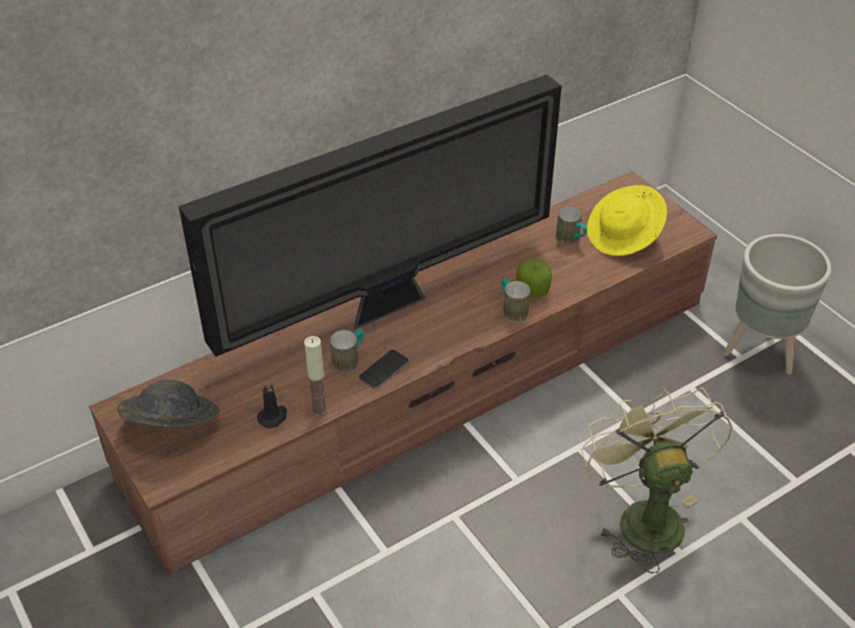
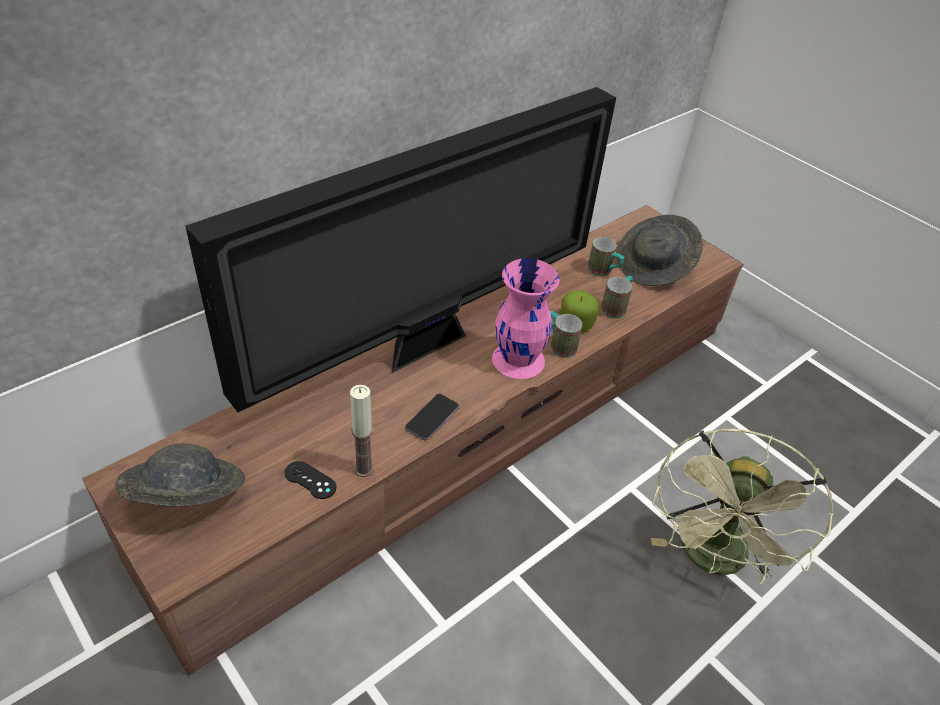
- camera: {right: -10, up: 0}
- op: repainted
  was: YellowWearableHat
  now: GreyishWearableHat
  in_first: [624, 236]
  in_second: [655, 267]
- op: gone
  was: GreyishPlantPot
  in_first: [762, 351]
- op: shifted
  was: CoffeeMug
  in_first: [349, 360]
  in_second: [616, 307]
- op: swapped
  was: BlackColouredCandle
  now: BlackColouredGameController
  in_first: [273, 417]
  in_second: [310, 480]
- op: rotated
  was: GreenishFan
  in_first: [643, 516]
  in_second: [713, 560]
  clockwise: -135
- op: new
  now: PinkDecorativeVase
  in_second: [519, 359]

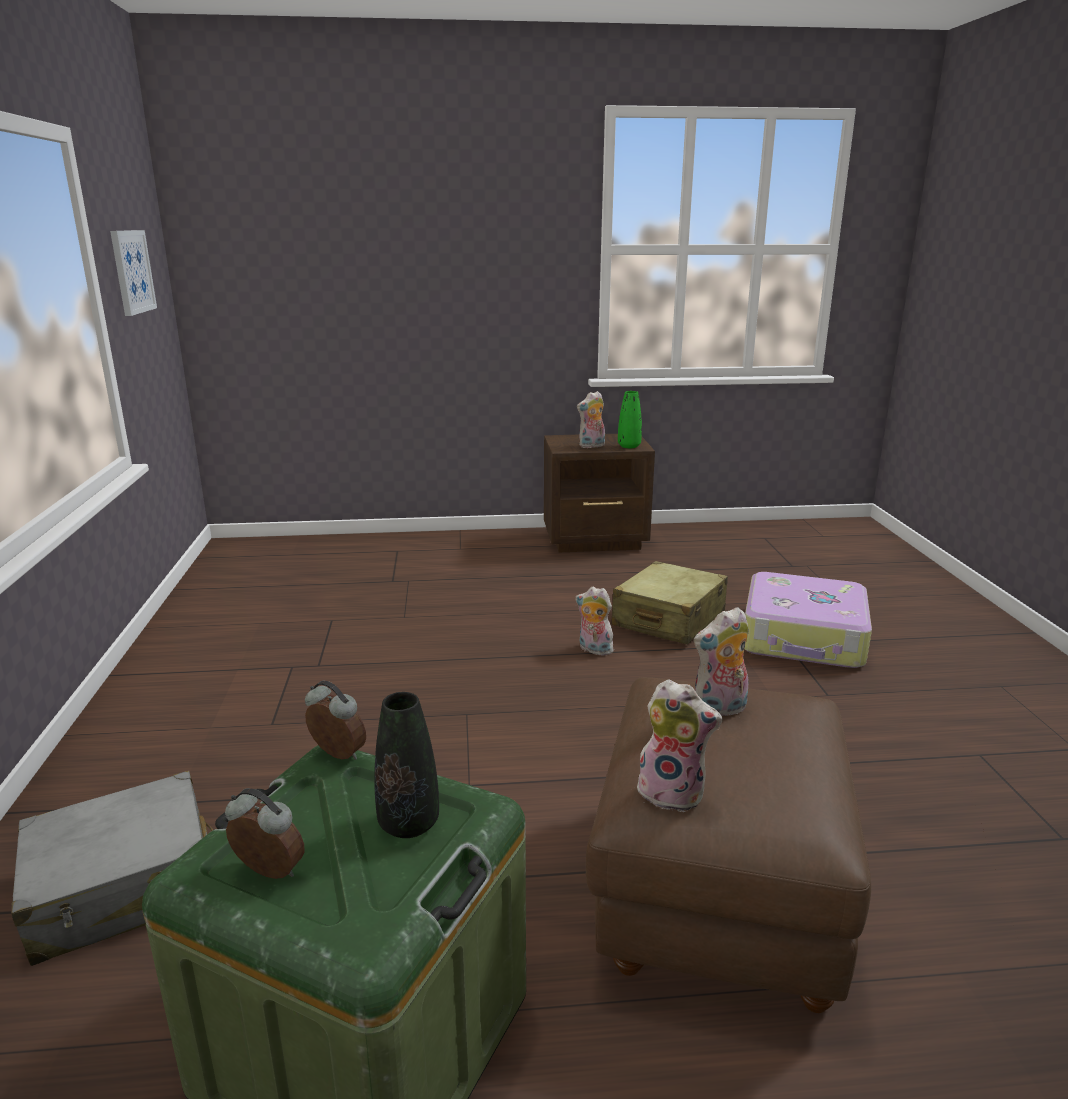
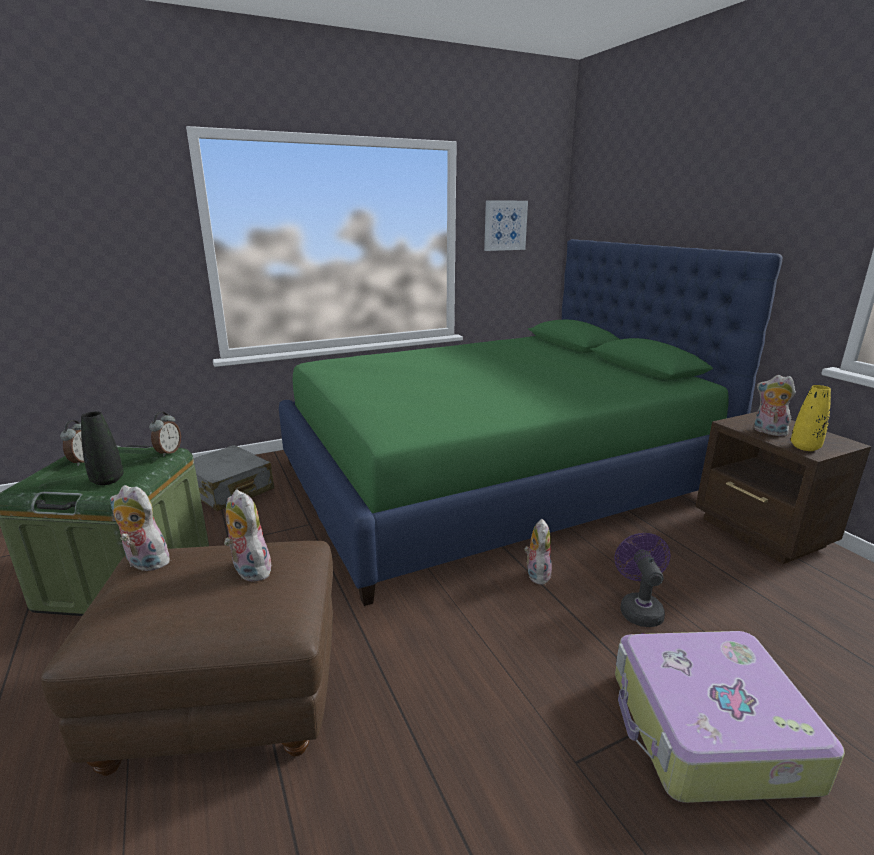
- camera: {right: 70, up: 0}
- op: repainted
  was: GreenishDecorativeVase
  now: YellowDecorativeVase
  in_first: [629, 446]
  in_second: [805, 447]
- op: swapped
  was: BeigeSuitcase
  now: PurpleFan
  in_first: [668, 619]
  in_second: [638, 608]
- op: rotated
  was: SoftToy
  in_first: [673, 792]
  in_second: [144, 563]
  clockwise: 105
- op: new
  now: GreenishBed
  in_second: [495, 479]

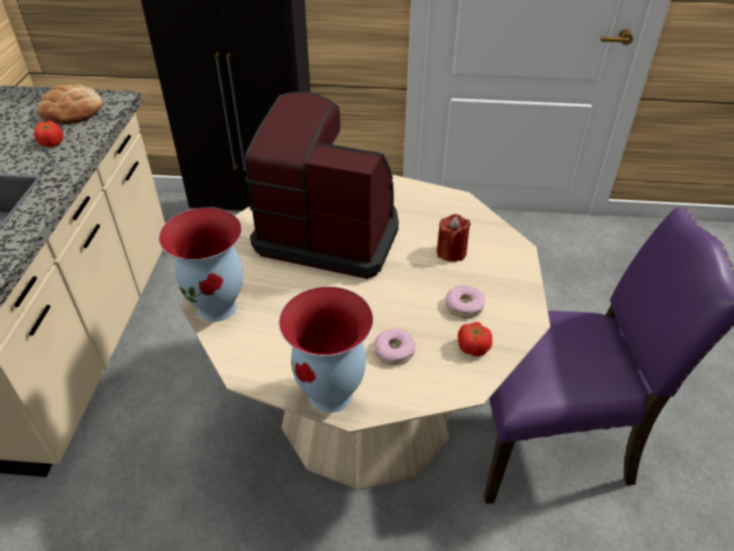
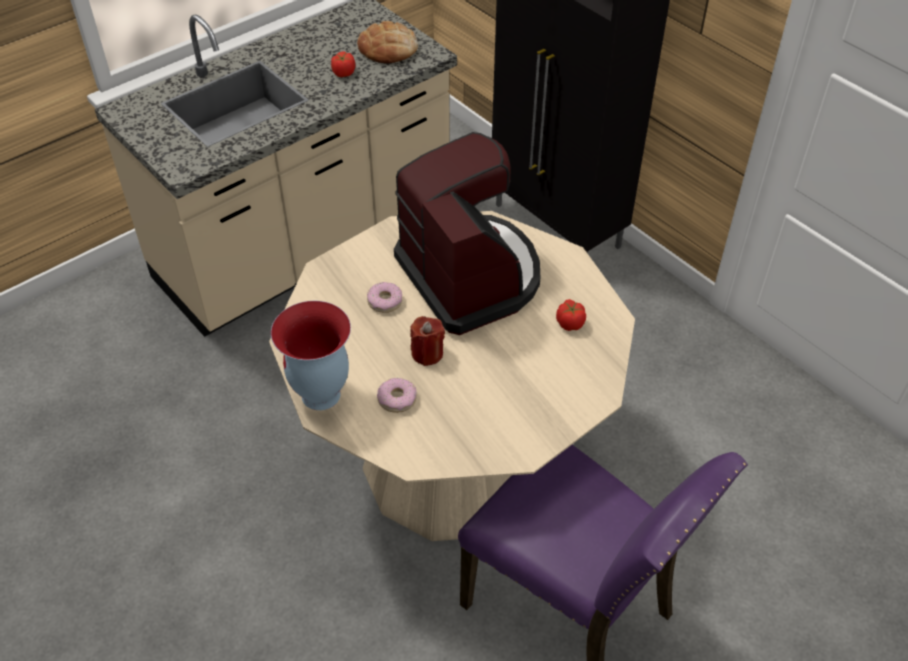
- camera: {right: 45, up: 5}
- op: gone
  was: DecorativeVase
  in_first: [218, 307]
- op: shifted
  was: RedCandle
  in_first: [451, 252]
  in_second: [427, 353]
- op: shifted
  was: RingDoughnut
  in_first: [464, 306]
  in_second: [384, 301]
- op: shifted
  was: Tomato
  in_first: [473, 347]
  in_second: [570, 323]

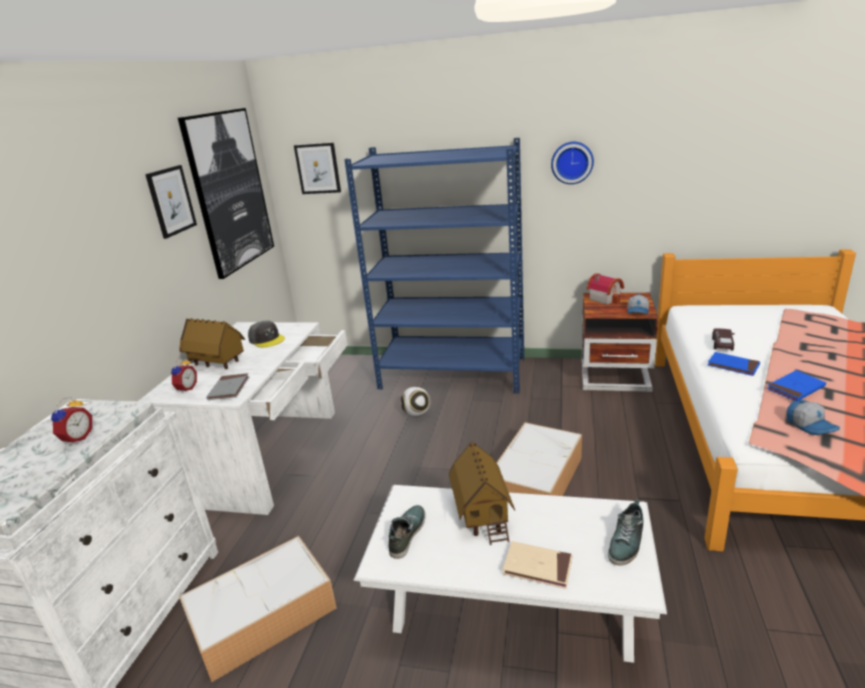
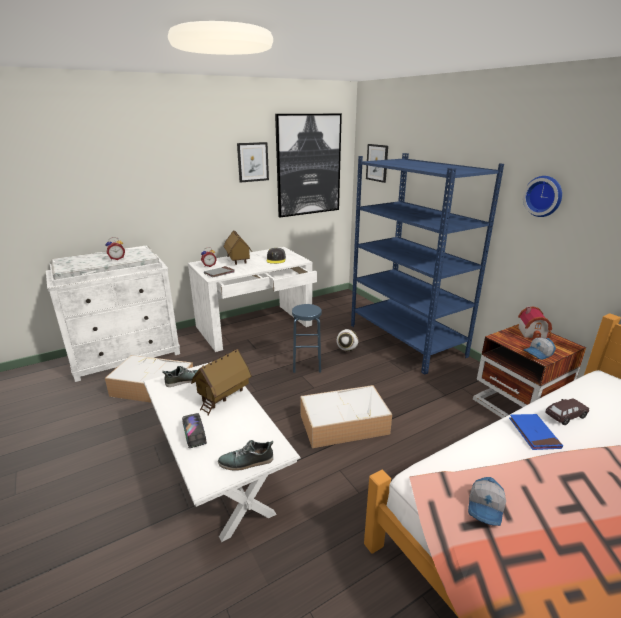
- camera: {right: 45, up: 0}
- op: gone
  was: BluishBoundBook
  in_first: [795, 388]
- op: swapped
  was: BeigeBoundBook
  now: ToyLorry
  in_first: [537, 567]
  in_second: [194, 434]
- op: new
  now: BluishStoolSeat
  in_second: [307, 365]

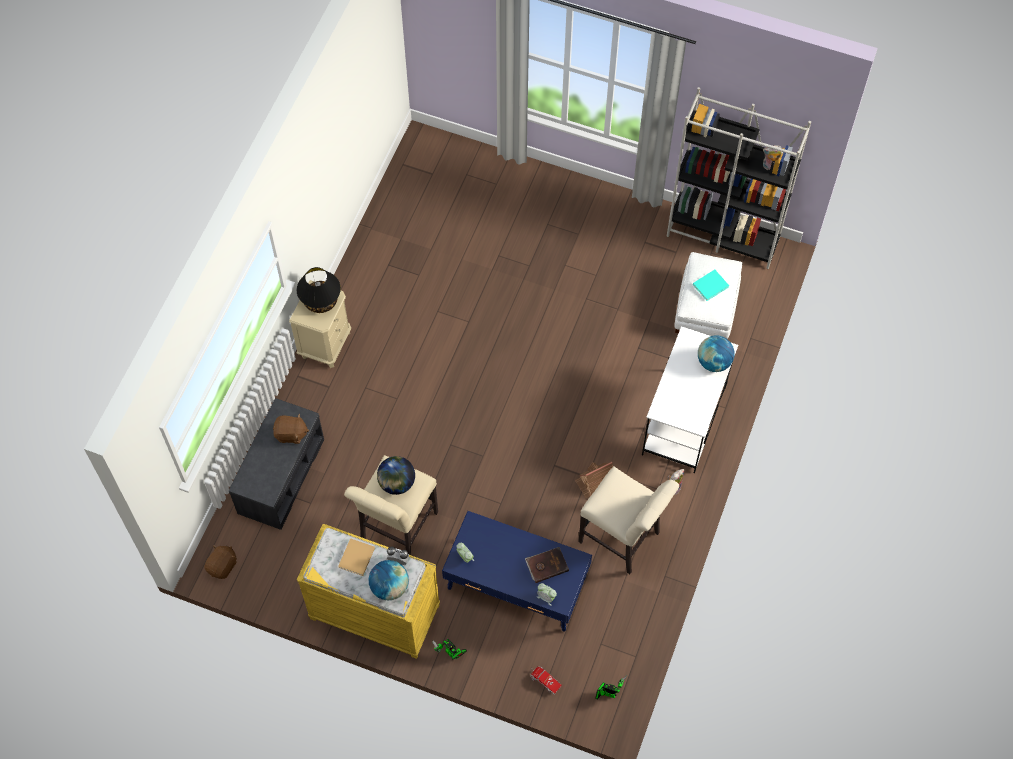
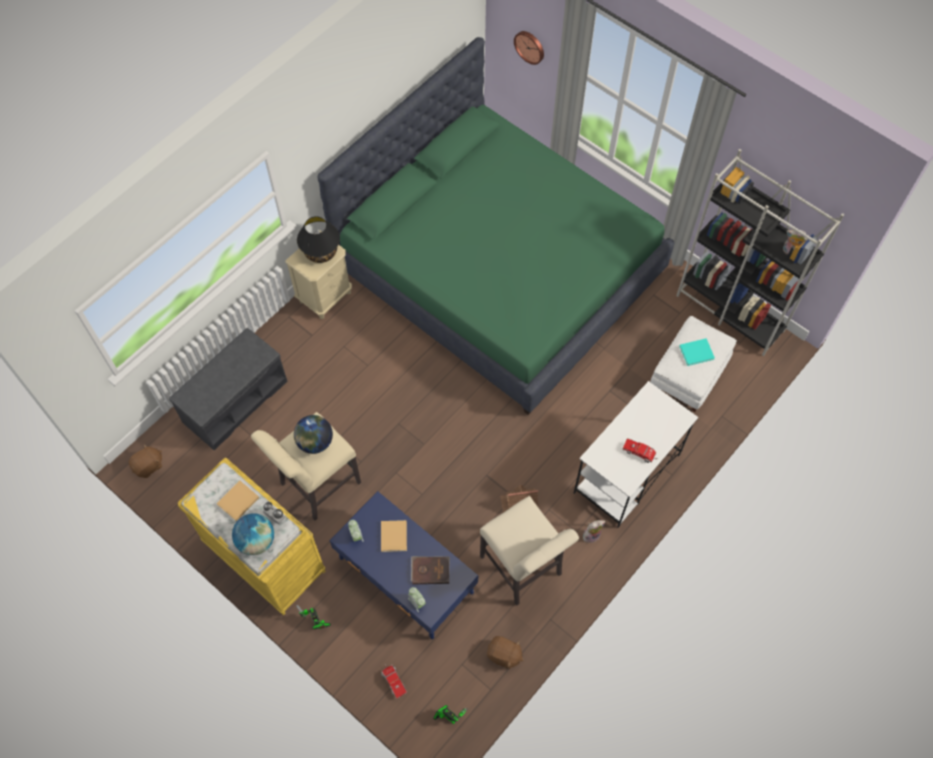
- camera: {right: 20, up: 0}
- op: gone
  was: WorldGlobe
  in_first: [714, 362]
- op: shifted
  was: BrownColouredSoftToy
  in_first: [291, 434]
  in_second: [504, 655]
- op: new
  now: WallClock
  in_second: [530, 46]
- op: new
  now: GreenishBed
  in_second: [499, 268]
- op: new
  now: ToyLorry
  in_second: [640, 453]
- op: new
  now: BeigeBoundBook
  in_second: [393, 535]

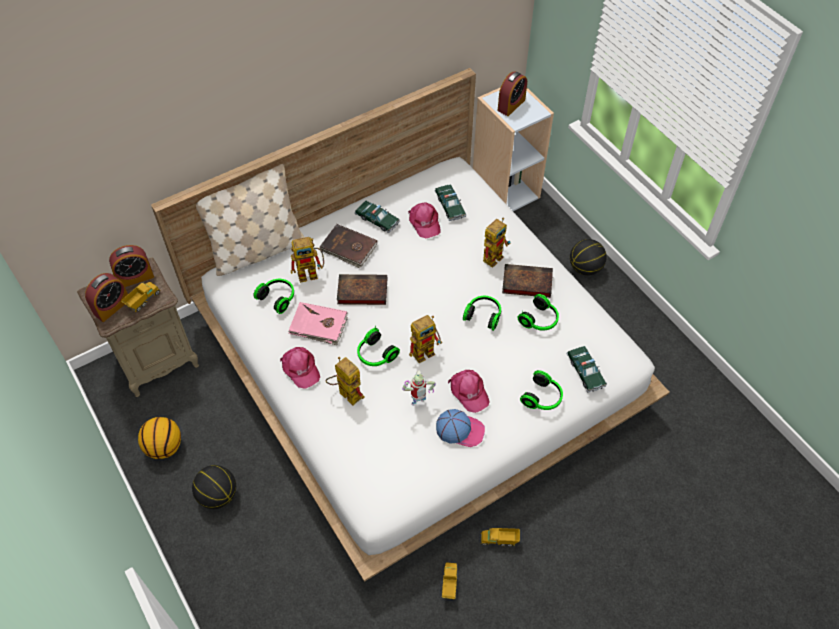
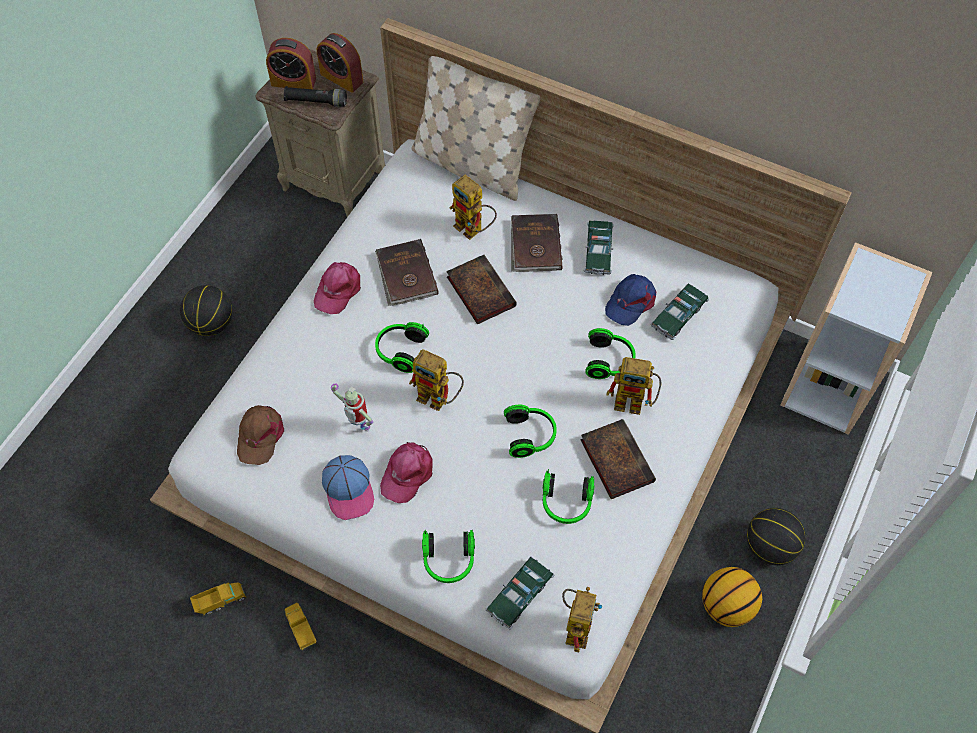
- camera: {right: 60, up: 5}
- op: gone
  was: BedsideClock
  in_first: [511, 105]
- op: repainted
  was: PinkPeakedCap
  now: BluishPeakedCap
  in_first: [424, 222]
  in_second: [631, 301]
- op: shifted
  was: Headset
  in_first: [278, 298]
  in_second: [609, 361]
- op: swapped
  was: ToyLorry
  now: BlackColouredHandTorch
  in_first: [143, 301]
  in_second: [316, 102]
- op: repainted
  was: PinkBoundBook
  now: BrownColouredBoundBook
  in_first: [318, 325]
  in_second: [406, 275]
- op: shifted
  was: RobotFigure
  in_first: [345, 393]
  in_second: [576, 624]
- op: shifted
  was: BallForBasketball
  in_first: [164, 447]
  in_second: [726, 606]
- op: new
  now: BrownColouredPeakedCap
  in_second: [260, 435]

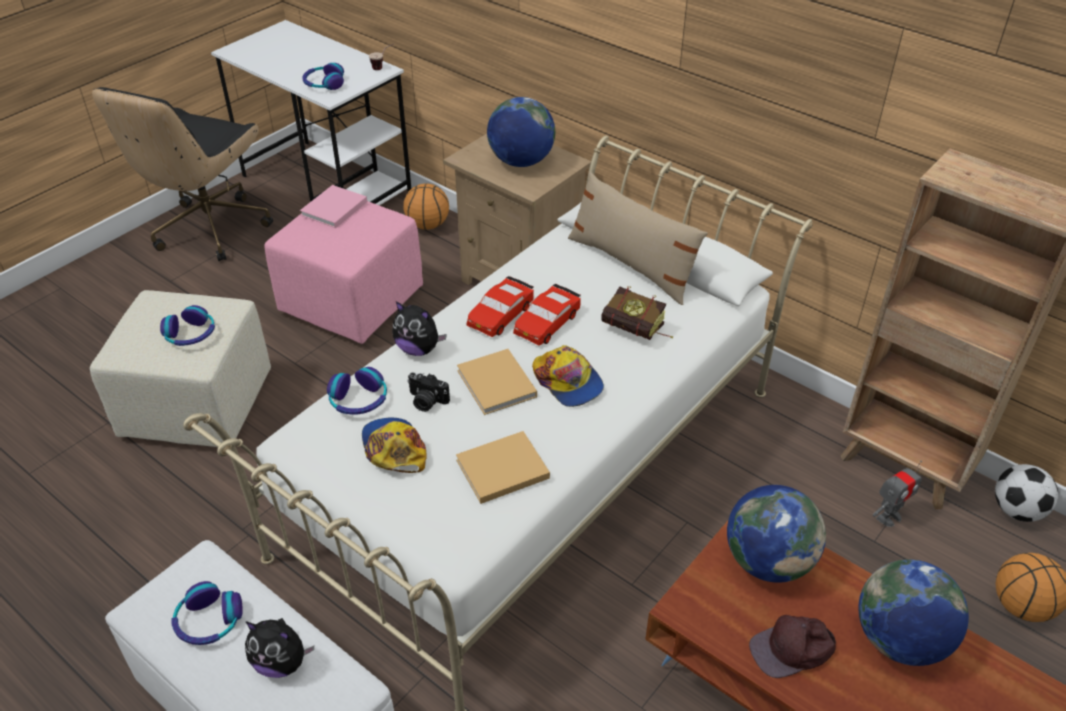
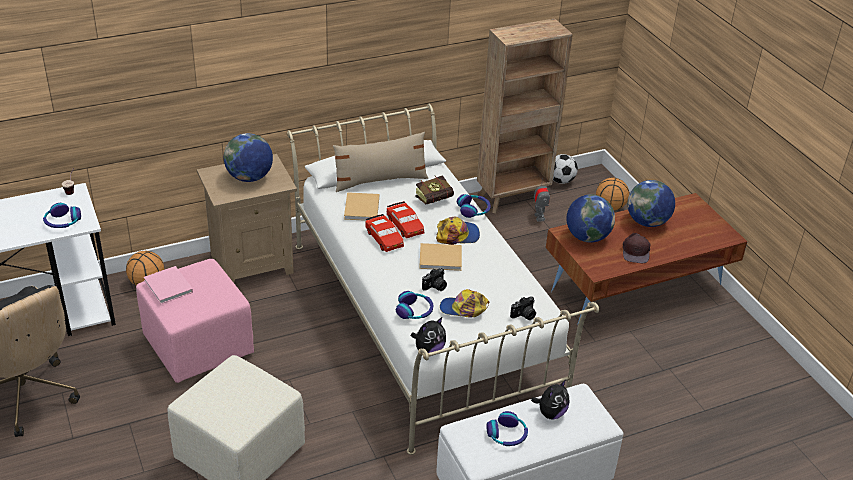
- camera: {right: -65, up: -5}
- op: shifted
  was: SoftToy
  in_first: [418, 349]
  in_second: [428, 350]
- op: shifted
  was: Headset
  in_first: [190, 334]
  in_second: [473, 210]
- op: shifted
  was: BeigeBoundBook
  in_first: [500, 470]
  in_second: [361, 209]
- op: new
  now: StillCamera
  in_second: [524, 315]

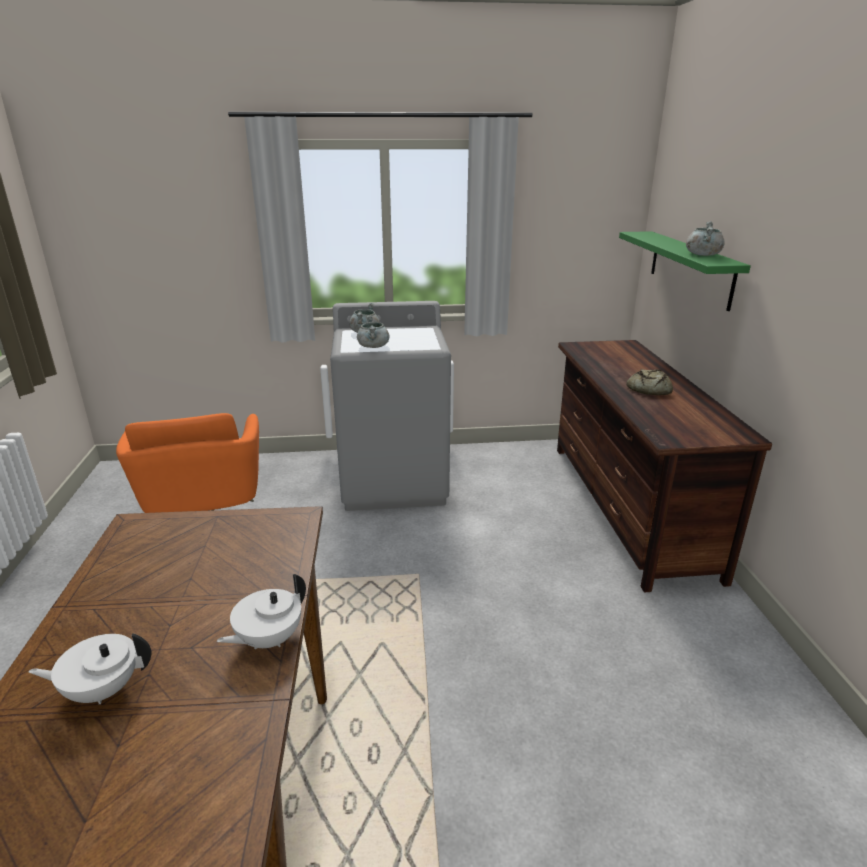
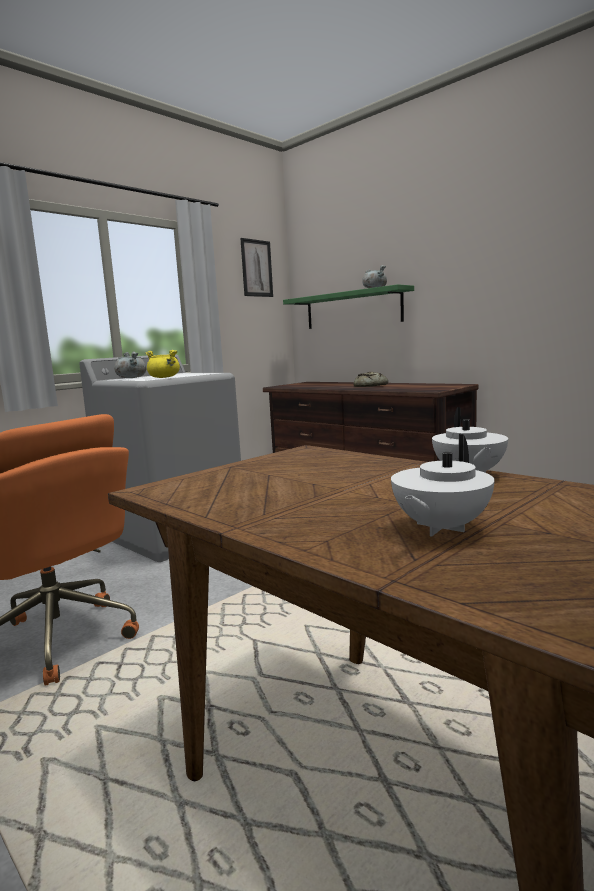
- camera: {right: -40, up: -15}
- op: repainted
  was: GreyishCookingPot
  now: YellowCookingPot
  in_first: [373, 346]
  in_second: [164, 377]
- op: new
  now: WallArt
  in_second: [256, 268]

